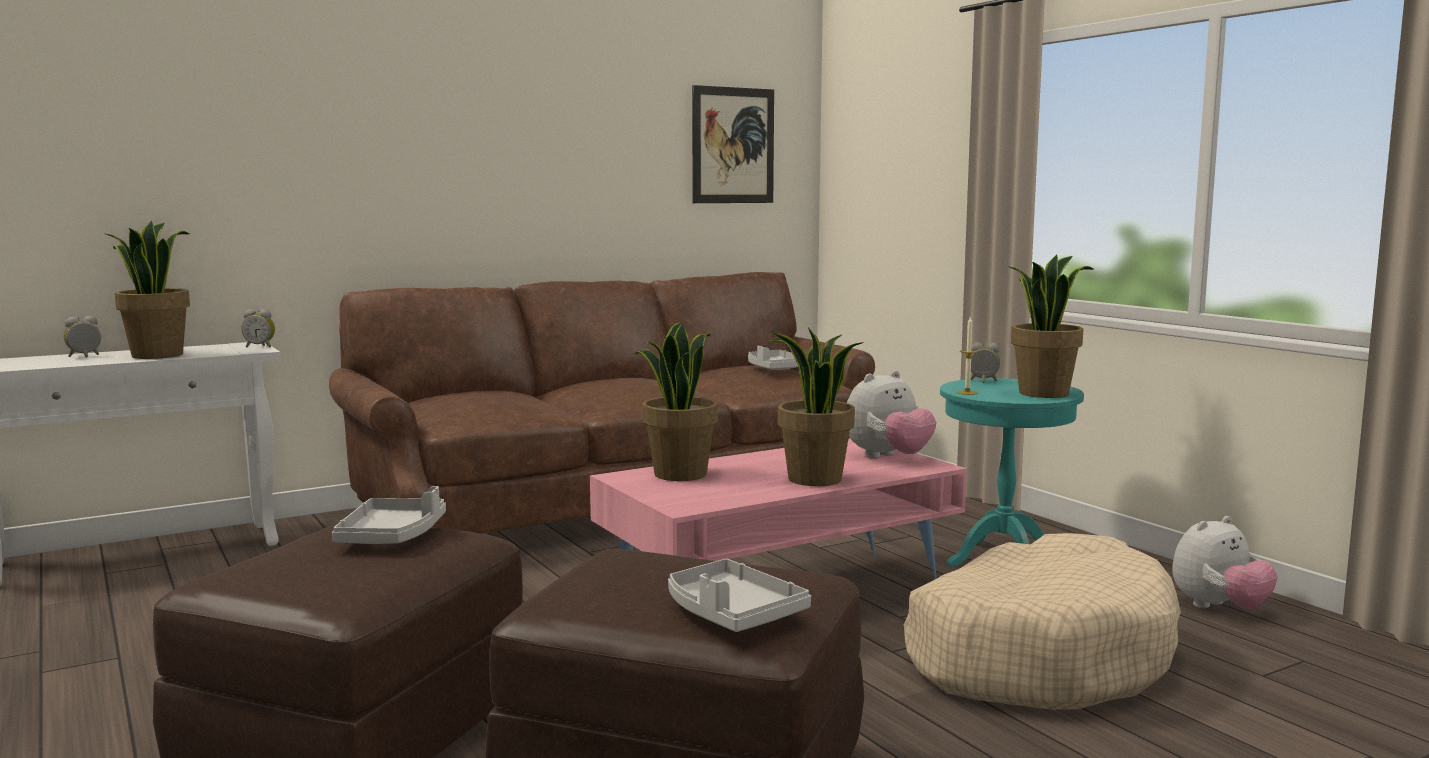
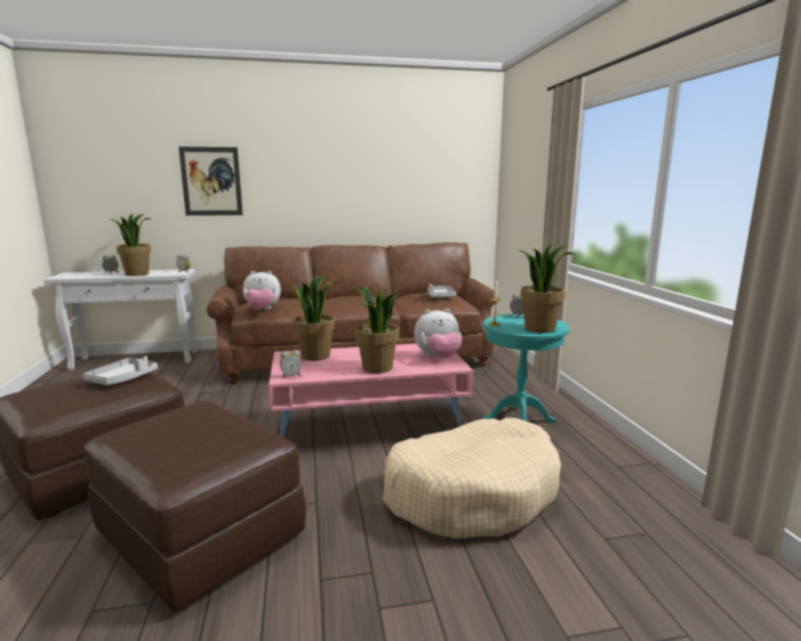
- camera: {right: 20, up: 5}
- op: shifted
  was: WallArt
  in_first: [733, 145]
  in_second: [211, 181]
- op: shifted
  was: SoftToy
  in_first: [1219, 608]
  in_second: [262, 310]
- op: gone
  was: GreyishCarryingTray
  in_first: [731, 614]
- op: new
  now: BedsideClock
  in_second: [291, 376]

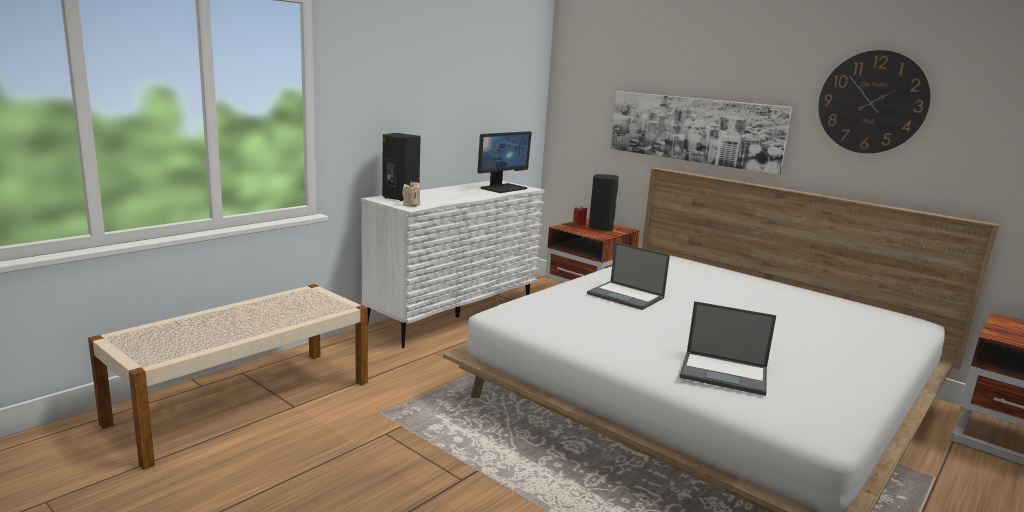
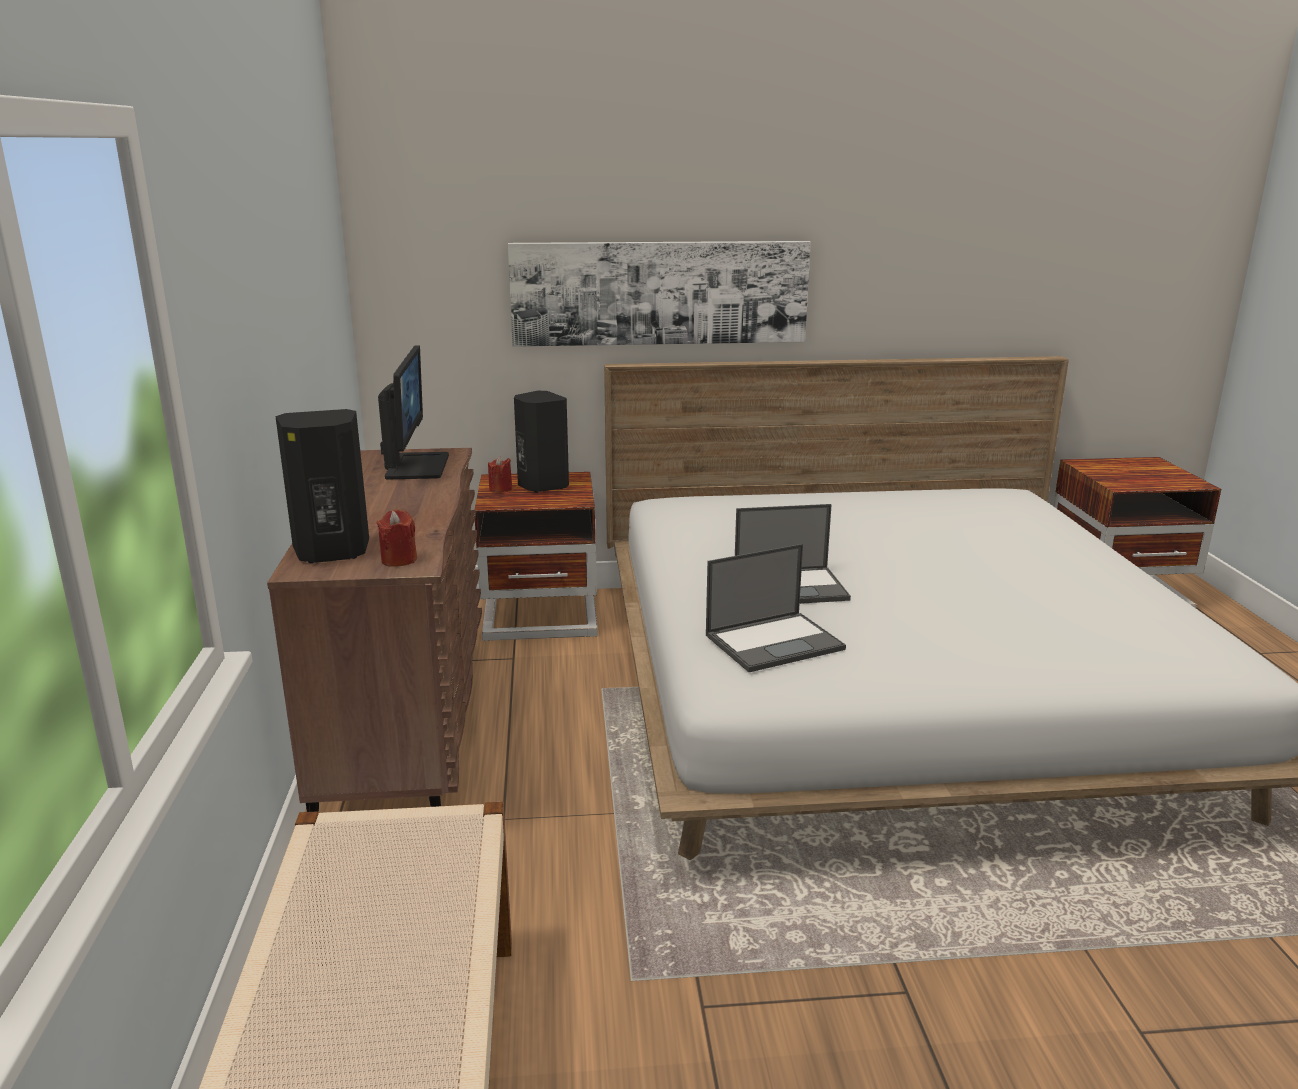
- camera: {right: -45, up: 5}
- op: gone
  was: WallClock
  in_first: [872, 102]
- op: repainted
  was: WhiteColouredChestOfDrawers
  now: BrownColouredChestOfDrawers
  in_first: [454, 316]
  in_second: [408, 736]
- op: repainted
  was: BeigeCandle
  now: RedCandle
  in_first: [411, 205]
  in_second: [399, 560]
- op: shifted
  was: NotebookComputer
  in_first: [725, 373]
  in_second: [775, 642]

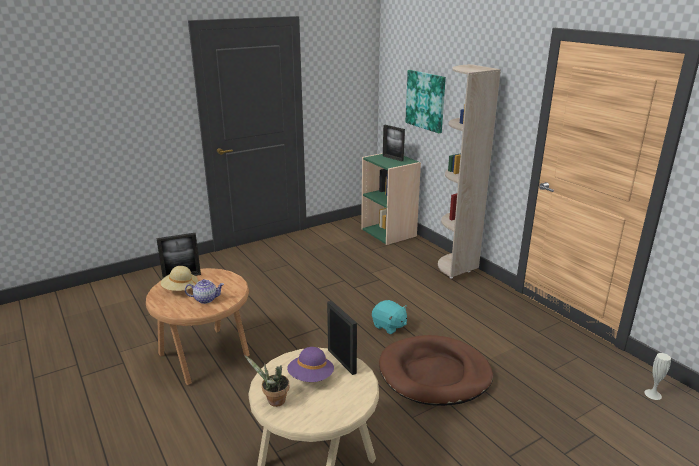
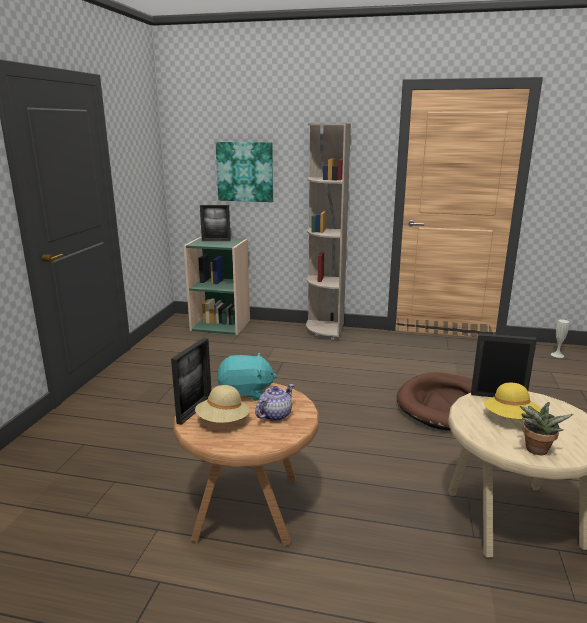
- camera: {right: -45, up: -5}
- op: shifted
  was: TurquoiseSoftToy
  in_first: [389, 326]
  in_second: [245, 393]
- op: repainted
  was: PurpleWearableHat
  now: YellowWearableHat
  in_first: [311, 377]
  in_second: [510, 419]

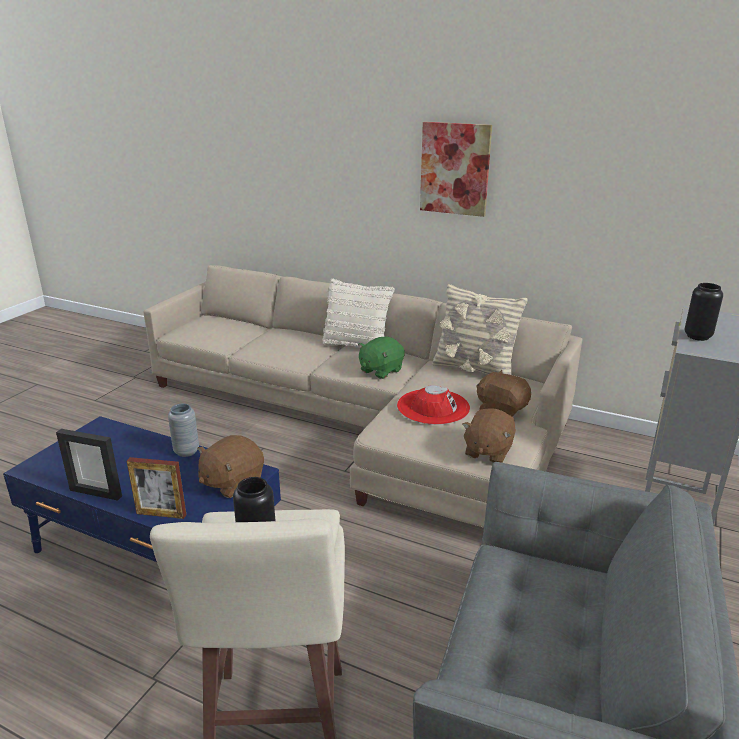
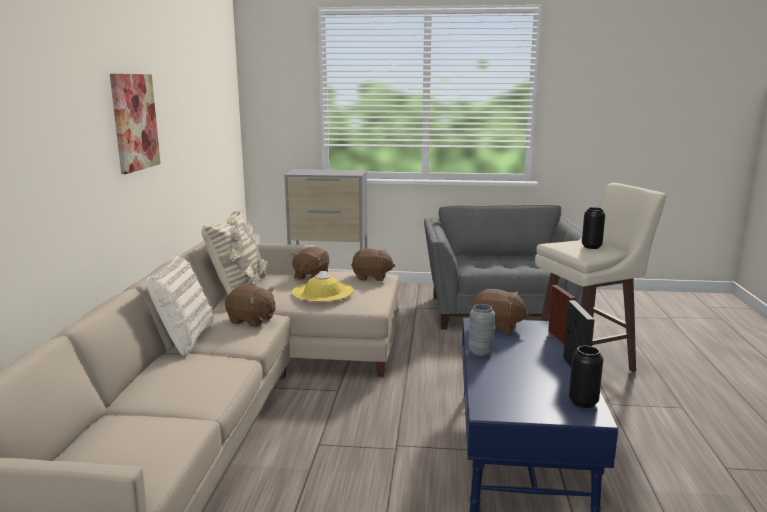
- camera: {right: -110, up: -10}
- op: shifted
  was: BlackColouredDecorativeVase
  in_first: [697, 336]
  in_second: [583, 402]
- op: repainted
  was: GreenishSoftToy
  now: BrownColouredSoftToy
  in_first: [380, 370]
  in_second: [251, 320]
- op: repainted
  was: RedWearableHat
  now: YellowWearableHat
  in_first: [433, 407]
  in_second: [322, 292]

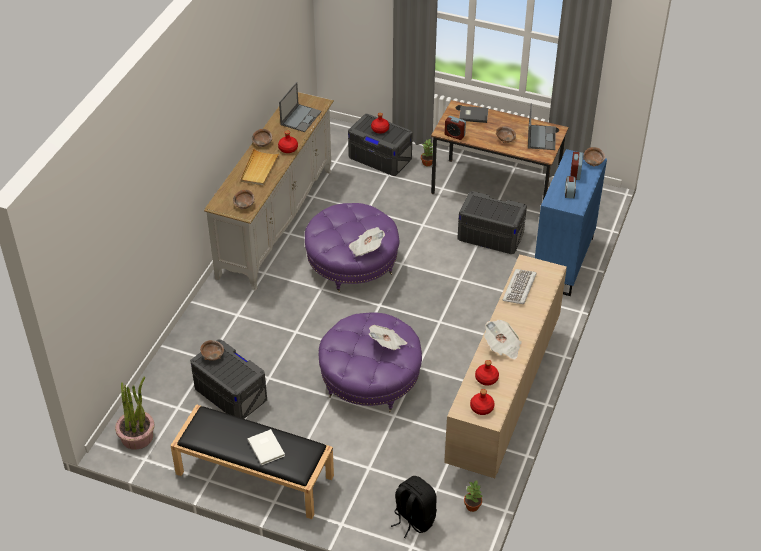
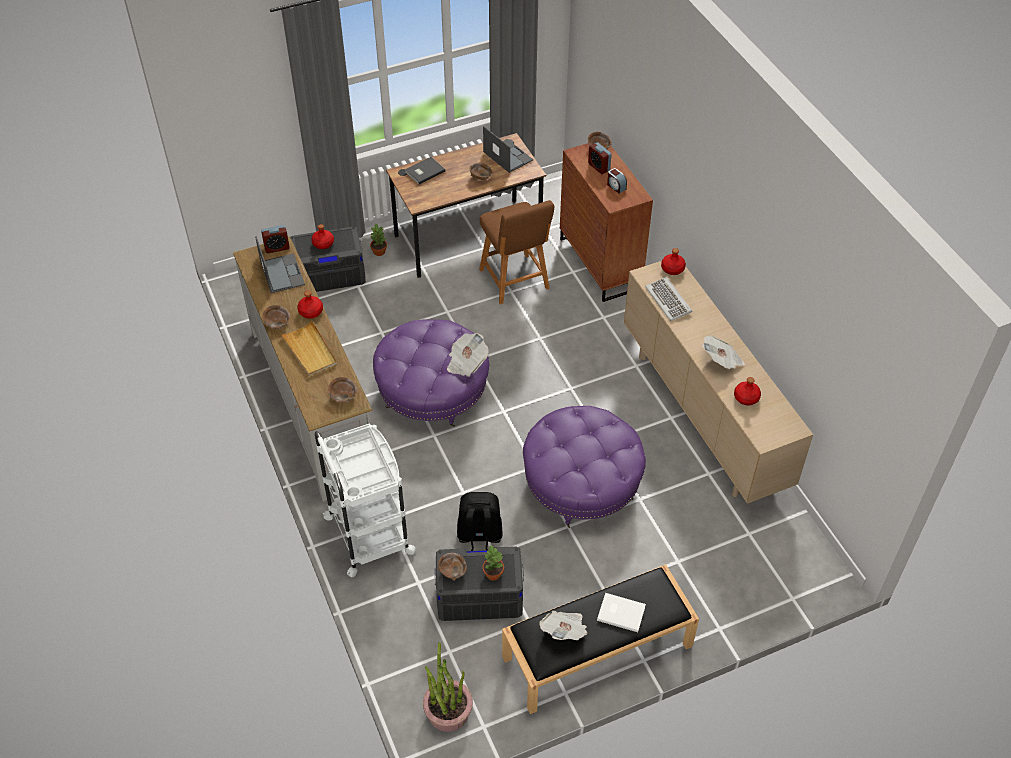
- camera: {right: -45, up: 5}
- op: shifted
  was: BedsideClock
  in_first: [454, 135]
  in_second: [277, 248]
- op: repainted
  was: BluishChestOfDrawers
  now: BrownColouredChestOfDrawers
  in_first: [564, 262]
  in_second: [600, 264]
- op: swapped
  was: GreyishStorageContainer
  now: BrownColouredStoolSeat
  in_first: [490, 235]
  in_second: [515, 281]
- op: shifted
  was: PrintedPaper
  in_first: [387, 344]
  in_second: [564, 631]
- op: shifted
  was: RedDrinkBottle
  in_first: [482, 408]
  in_second: [672, 268]
- op: shifted
  was: BlackColouredKnapsack
  in_first: [413, 519]
  in_second: [479, 536]
- op: shifted
  was: Houseplant
  in_first: [472, 506]
  in_second: [493, 573]
- op: new
  now: WhiteColouredTrolley
  in_second: [370, 535]

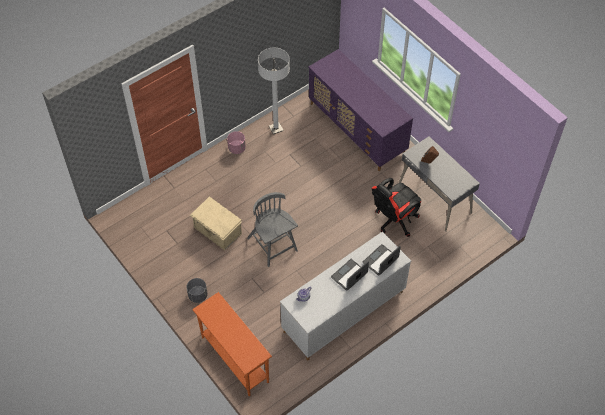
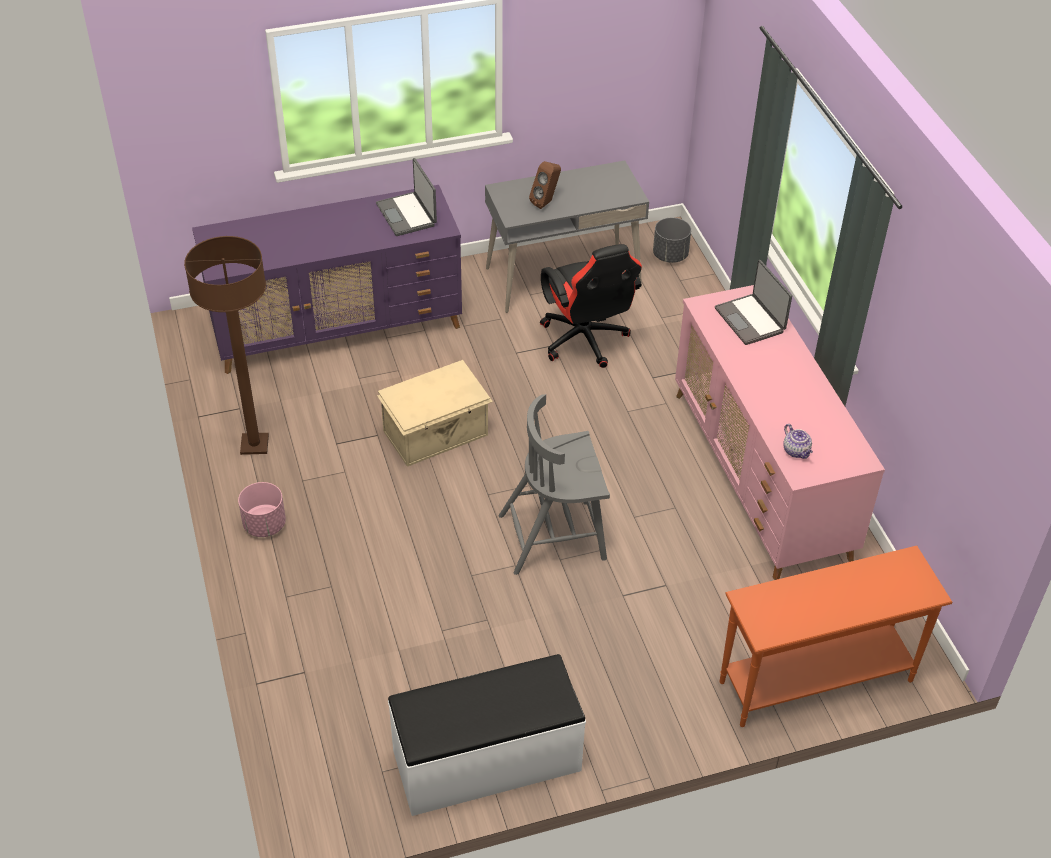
- camera: {right: -70, up: -10}
- op: repainted
  was: WhiteColouredStandardLamp
  now: BrownColouredStandardLamp
  in_first: [276, 128]
  in_second: [254, 445]
- op: shifted
  was: BeigeStorageContainer
  in_first: [217, 231]
  in_second: [437, 434]
- op: repainted
  was: WhiteColouredChestOfDrawers
  now: PinkChestOfDrawers
  in_first: [343, 311]
  in_second: [760, 474]
- op: shifted
  was: NotebookComputer
  in_first: [349, 275]
  in_second: [407, 215]
- op: shifted
  was: GreyishPlantPot
  in_first: [197, 295]
  in_second: [670, 255]
- op: new
  now: WhiteColouredIndoorBench
  in_second: [487, 761]

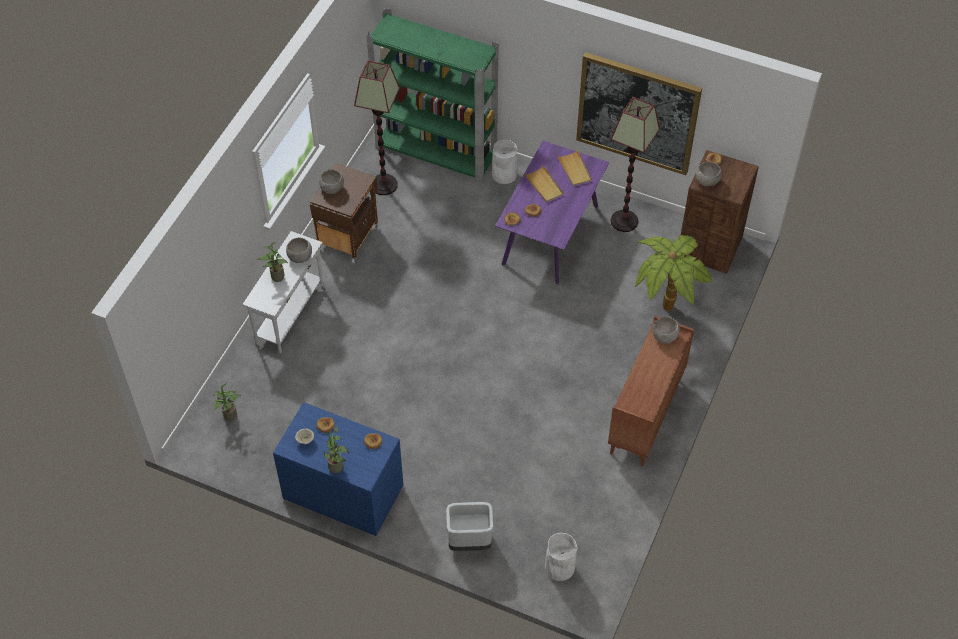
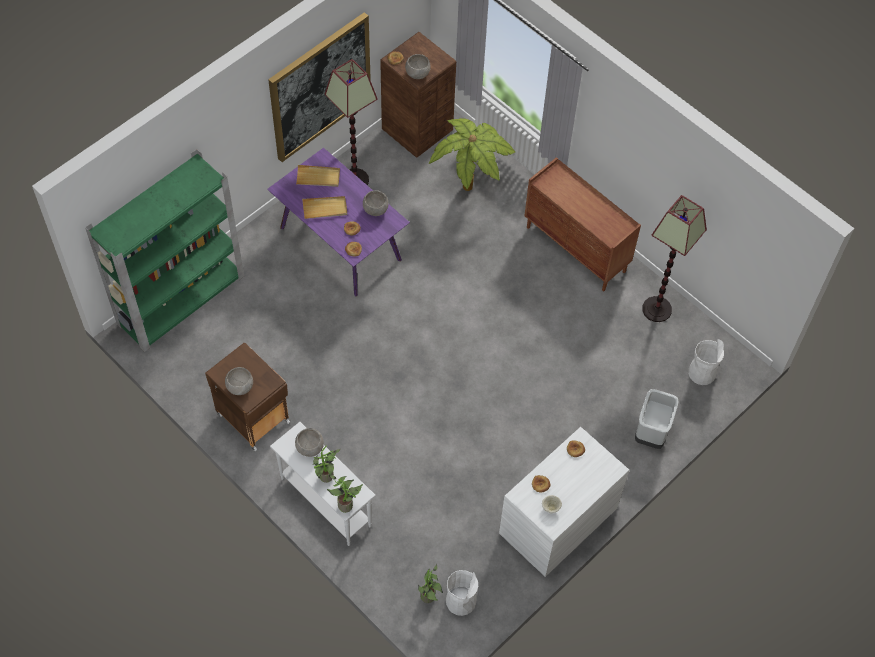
- camera: {right: -70, up: 5}
- op: shifted
  was: StandardLamp
  in_first: [384, 185]
  in_second: [657, 309]
- op: shifted
  was: WhiteColouredWasteBin
  in_first: [504, 174]
  in_second: [461, 601]
- op: shifted
  was: GreyishDeepDish
  in_first: [665, 336]
  in_second: [375, 209]
- op: repainted
  was: BluishChestOfDrawers
  now: WhiteColouredChestOfDrawers
  in_first: [343, 491]
  in_second: [558, 520]
- op: shifted
  was: Houseplant
  in_first: [338, 467]
  in_second: [346, 504]

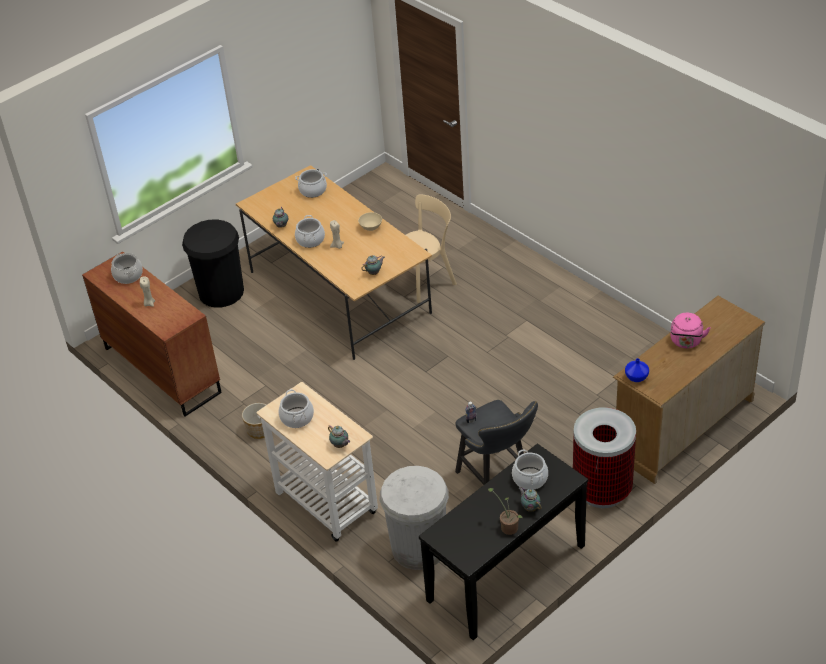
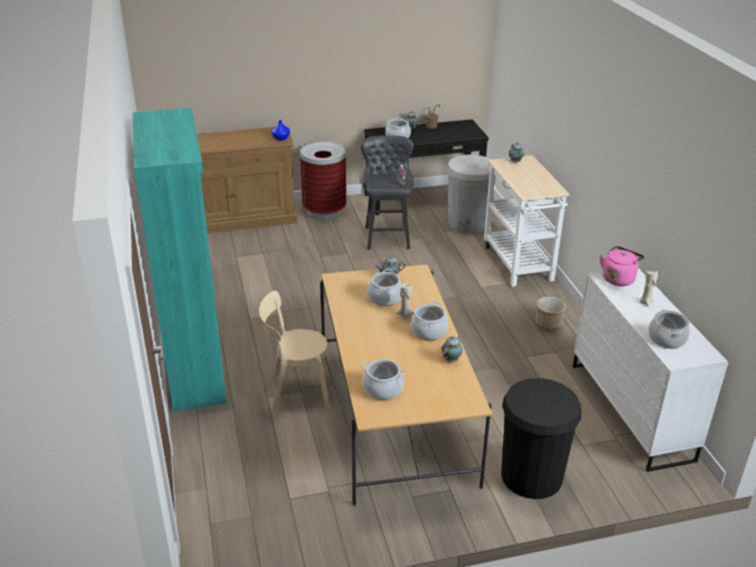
- camera: {right: -155, up: -10}
- op: gone
  was: BeigeDeepDish
  in_first: [371, 228]
- op: repainted
  was: BrownColouredChestOfDrawers
  now: WhiteColouredChestOfDrawers
  in_first: [161, 371]
  in_second: [632, 411]
- op: shifted
  was: PinkWaterKettle
  in_first: [686, 342]
  in_second: [618, 278]
- op: shifted
  was: CookingPot
  in_first: [297, 418]
  in_second: [385, 298]
- op: new
  now: TurquoiseShelvingUnit
  in_second: [196, 368]

